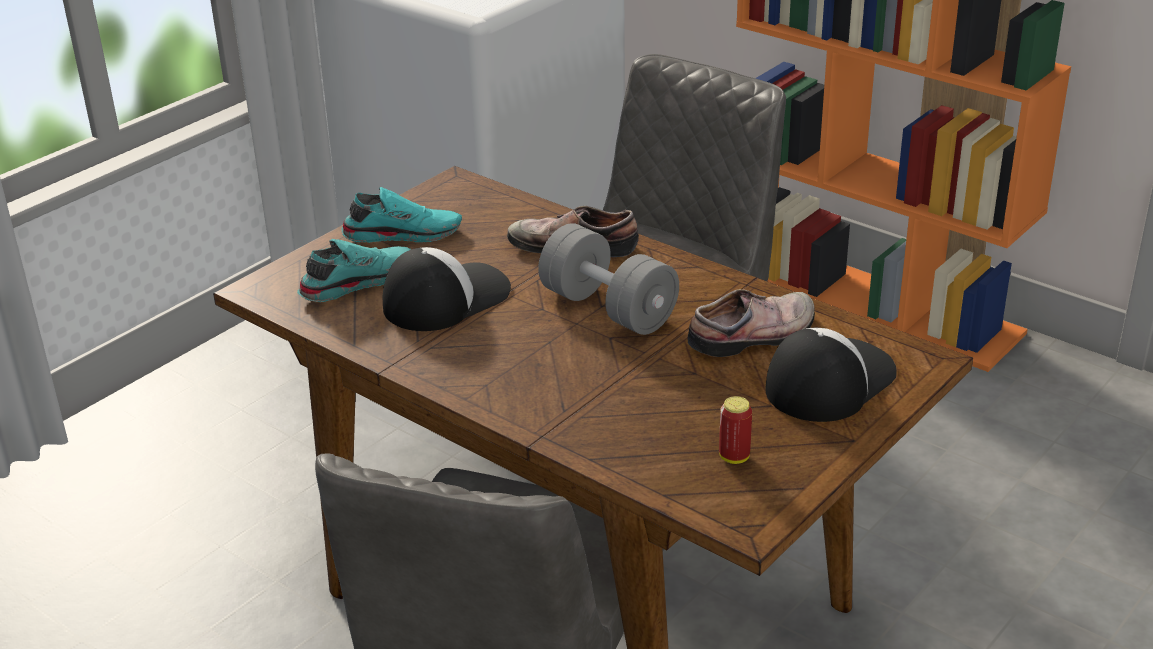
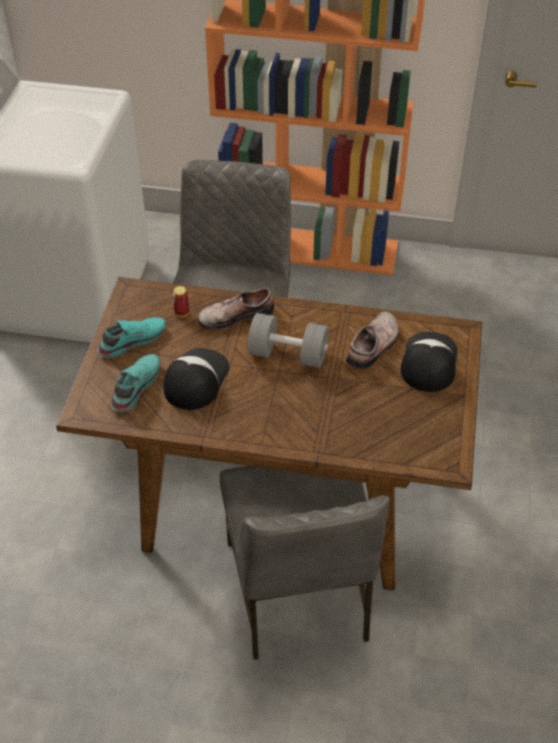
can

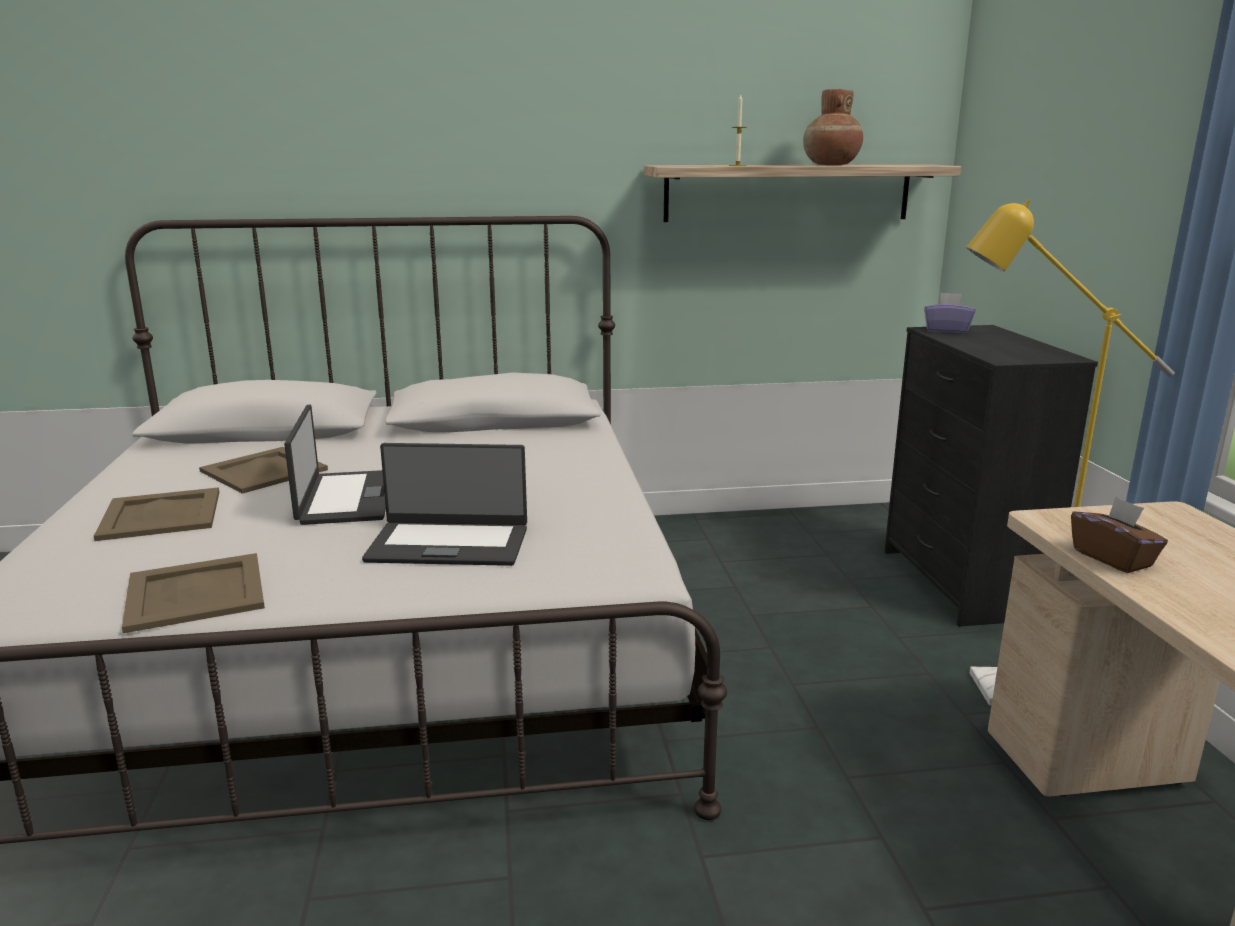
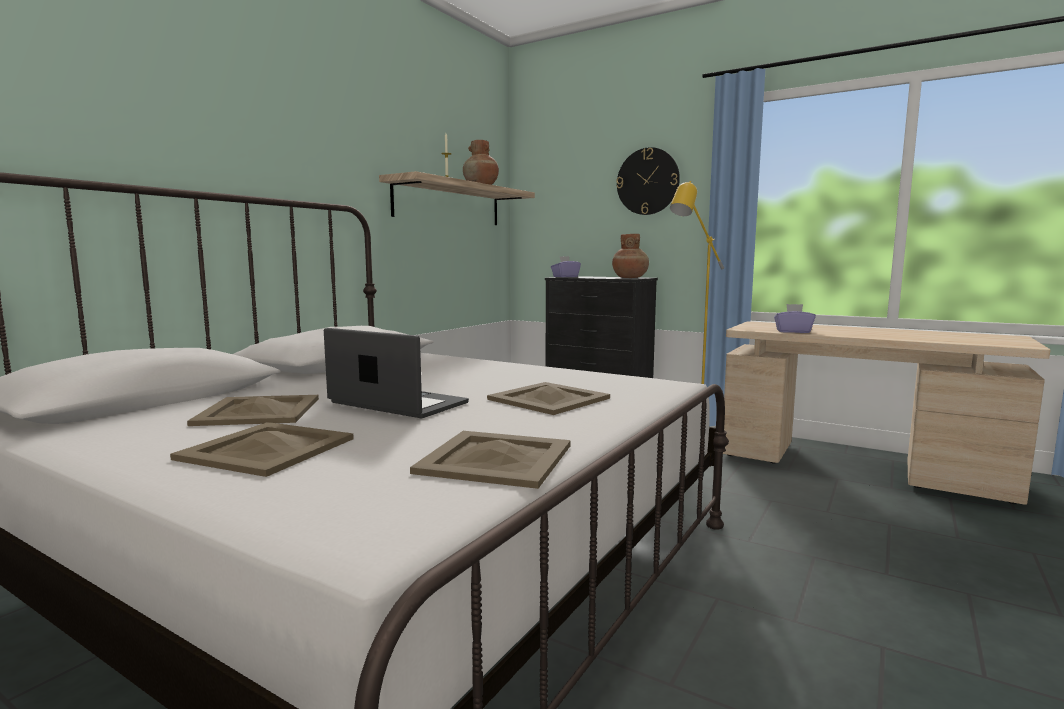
tray (beige) (no. 4 from left); vase (brown) (no. 2 from left); wall clock; tissue box (purple) (no. 2 from left)

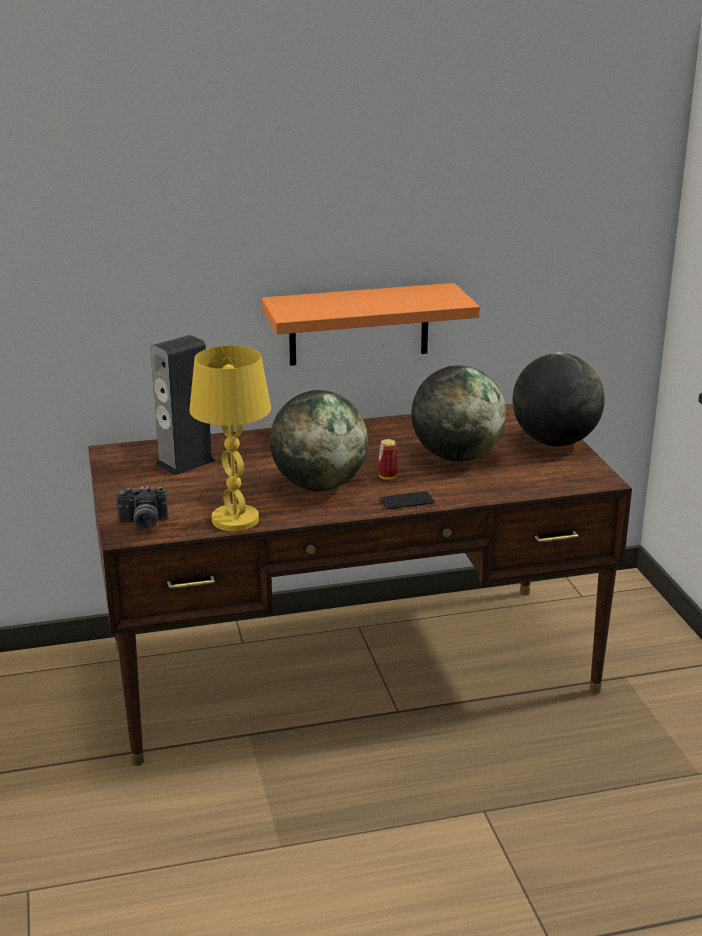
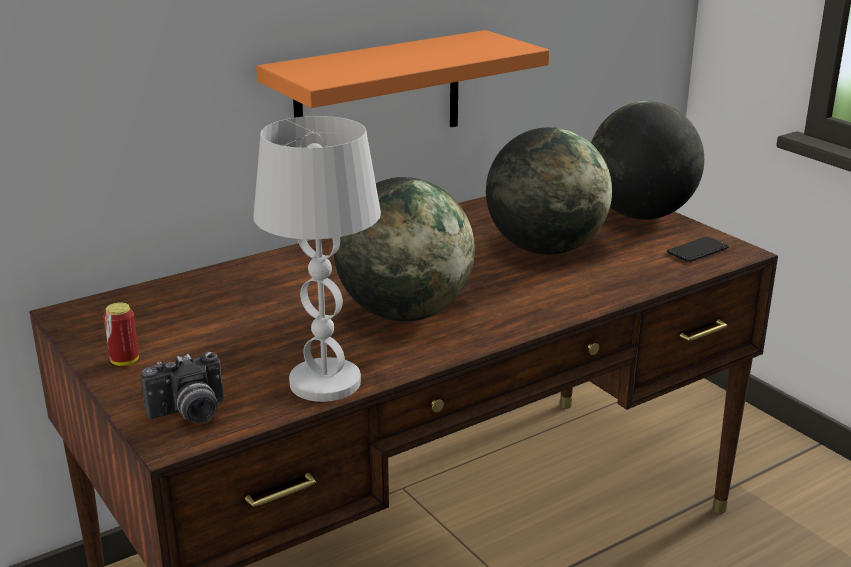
can; table lamp (white); phone; speaker

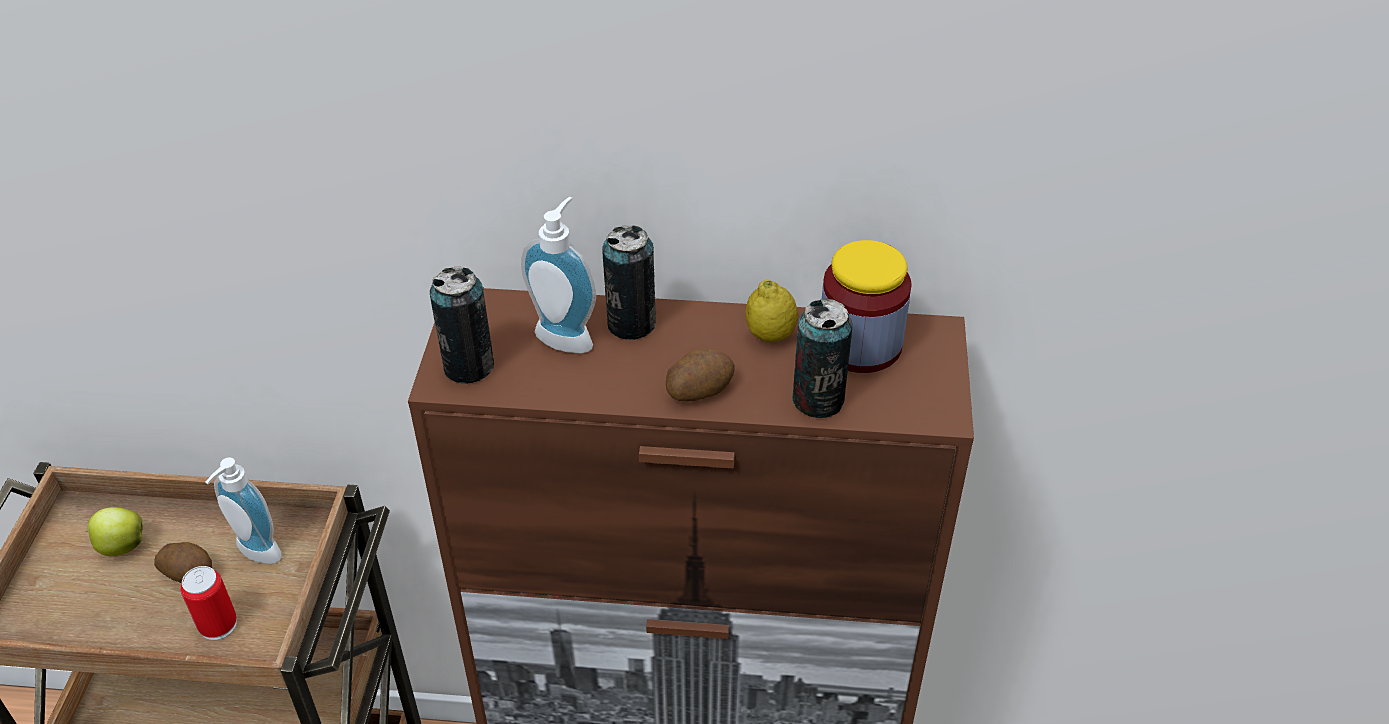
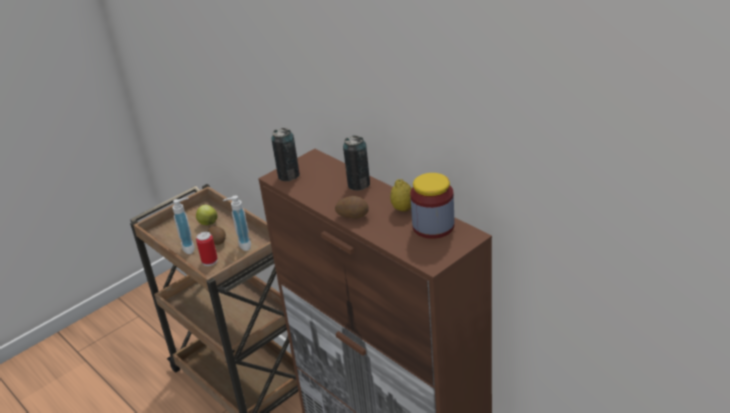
soap dispenser (no. 1 from left); can (no. 4 from left in the first image)

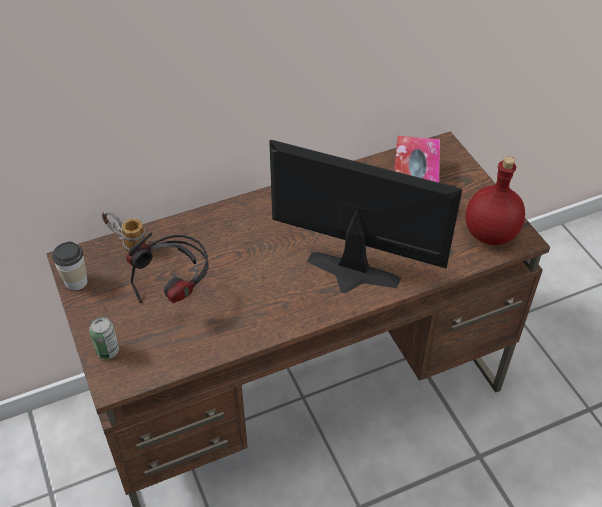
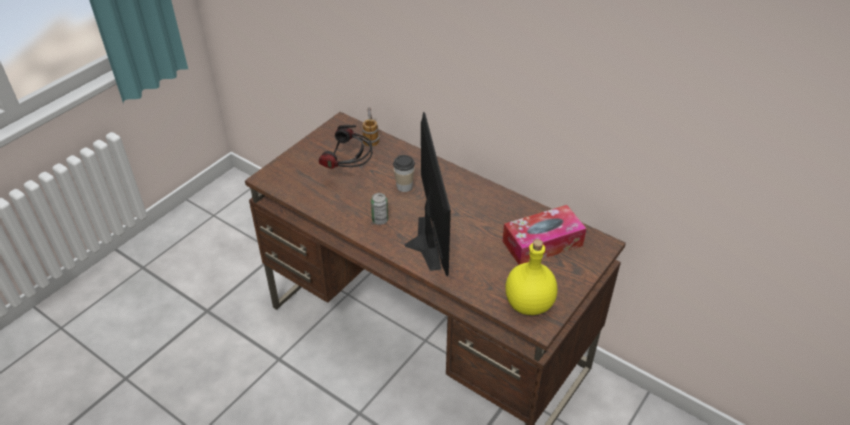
can; cup; bottle (yellow)

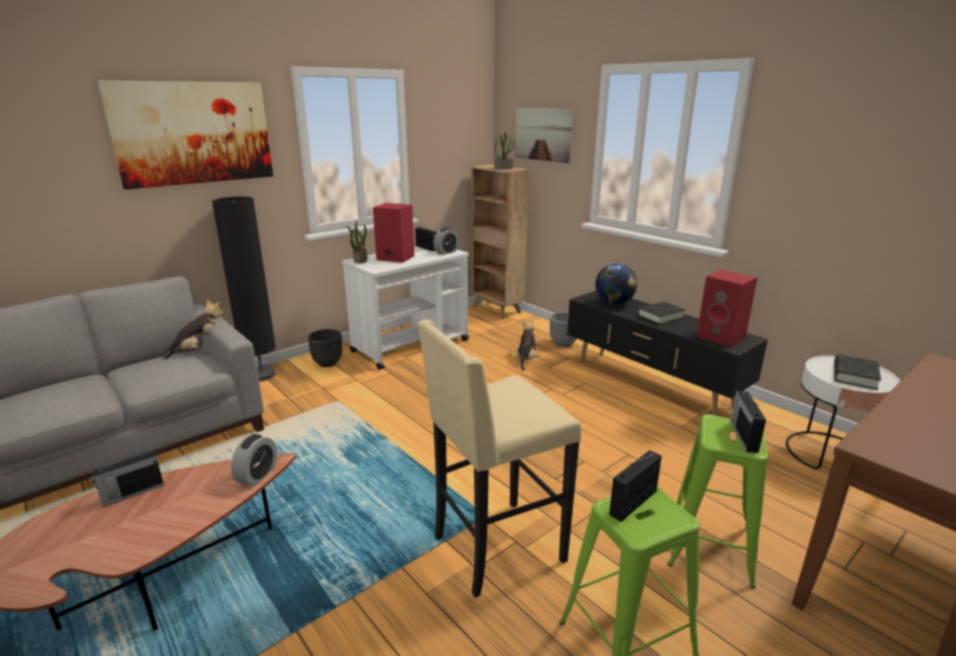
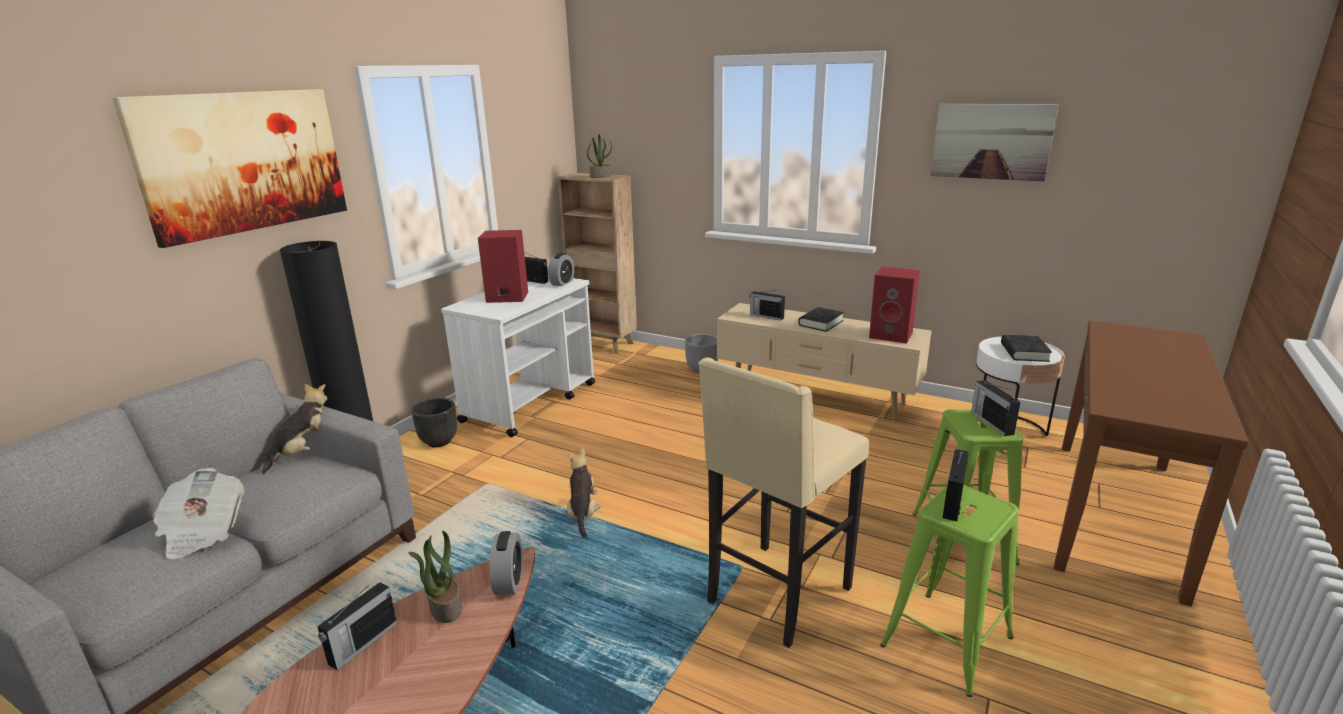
newspaper; potted plant (no. 1 from left); plush toy (no. 2 from left); tv stand (beige); radio (no. 3 from left); picture (no. 2 from left)

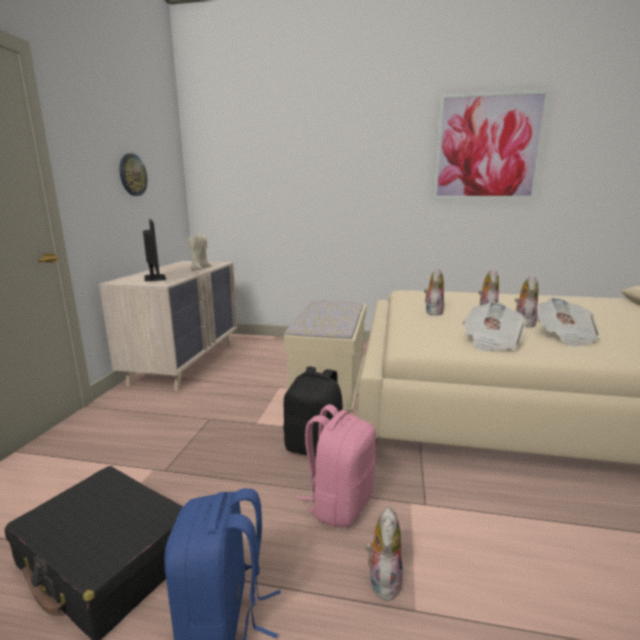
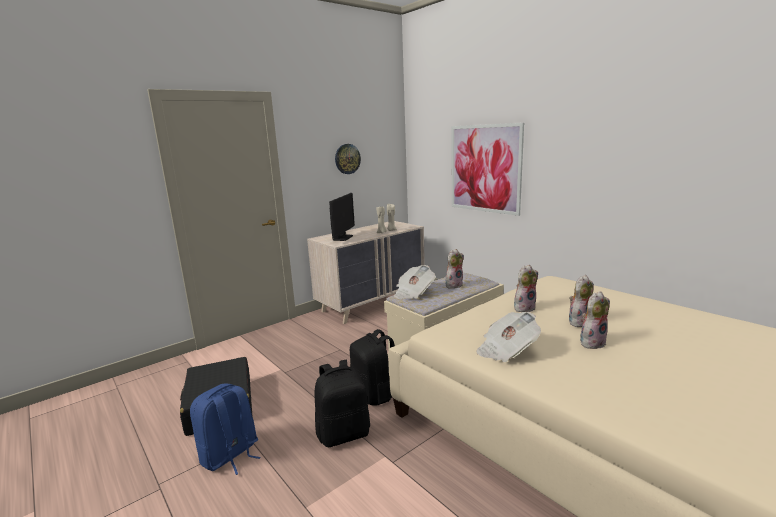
backpack (black) (no. 1 from left); newspaper (no. 1 from left); plush toy (no. 1 from left); picture

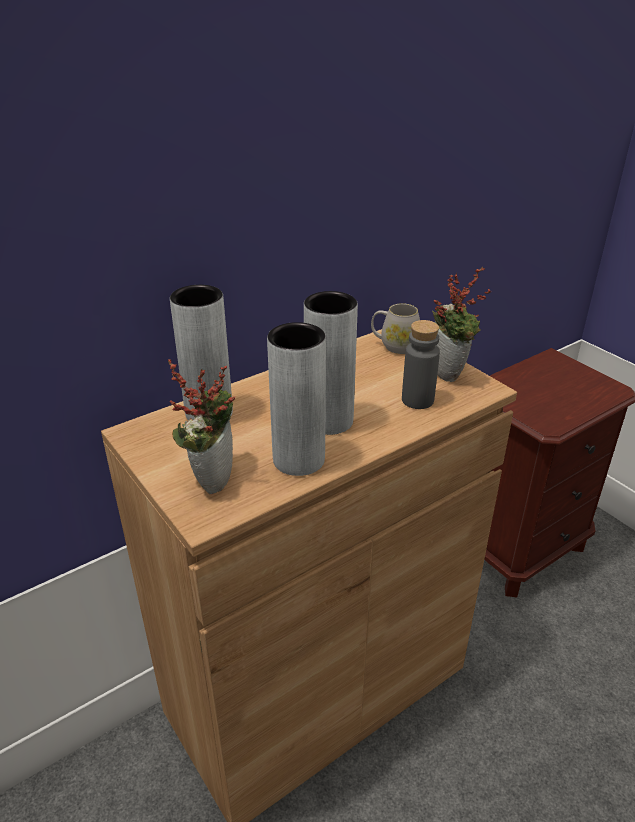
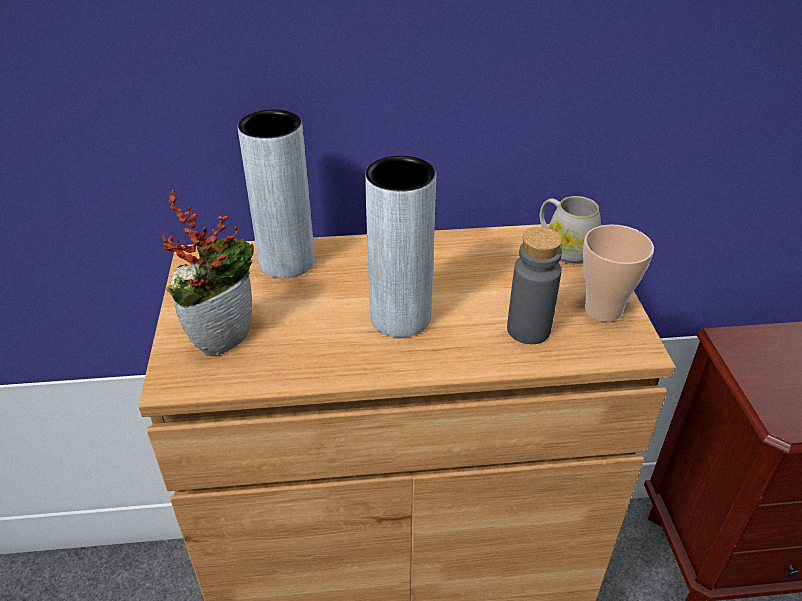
cup; vase (grey) (no. 2 from left in the first image)

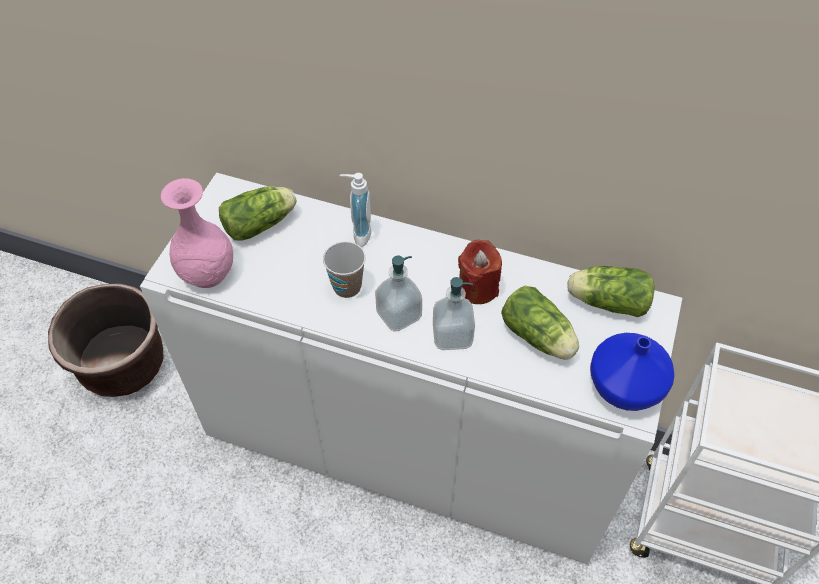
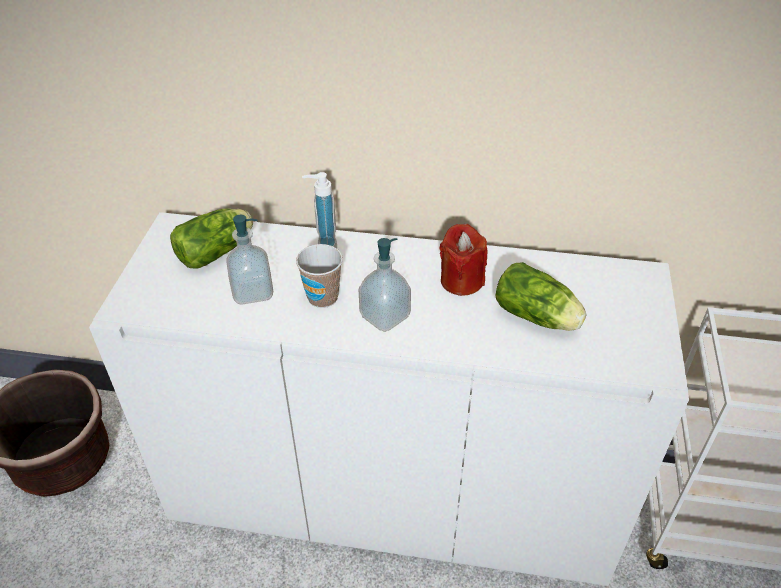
soap dispenser (no. 1 from left); vase (pink); lettuce (no. 3 from left in the first image); vase (blue)

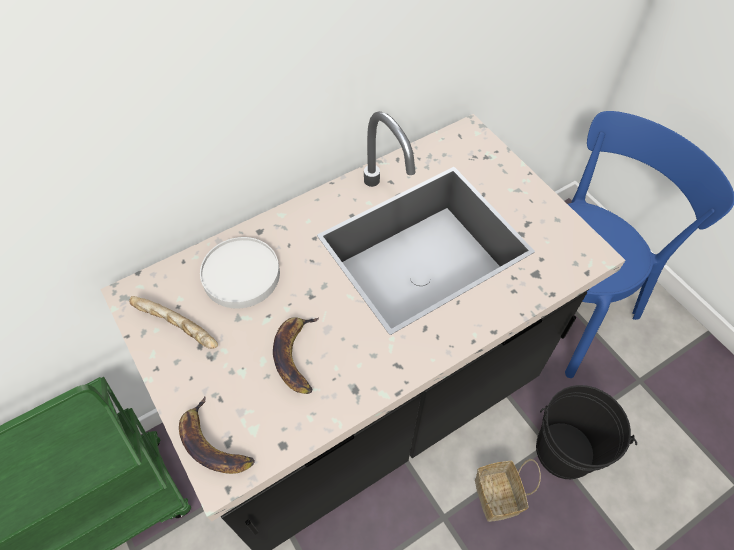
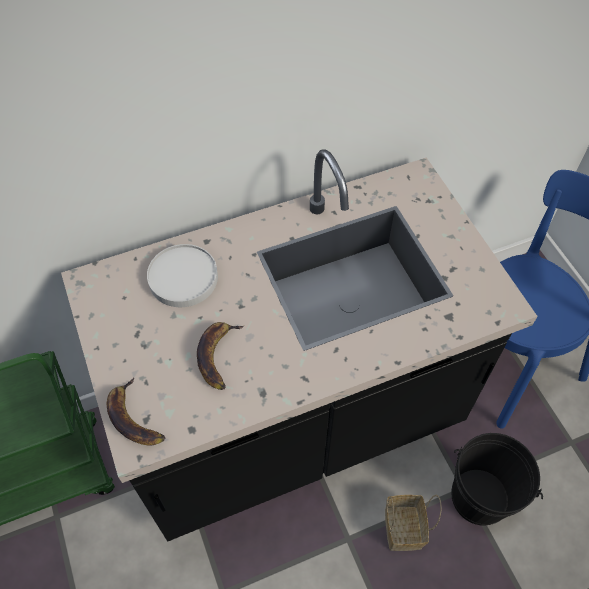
bread

